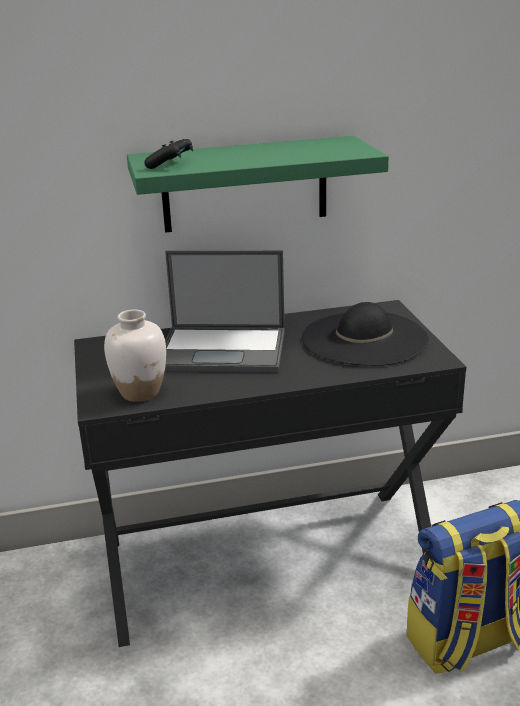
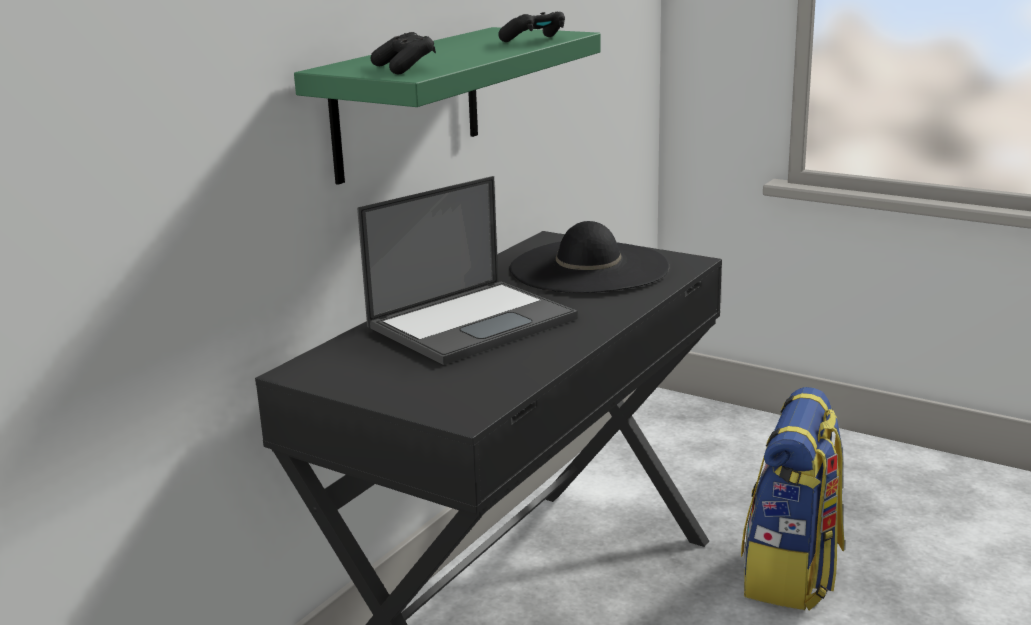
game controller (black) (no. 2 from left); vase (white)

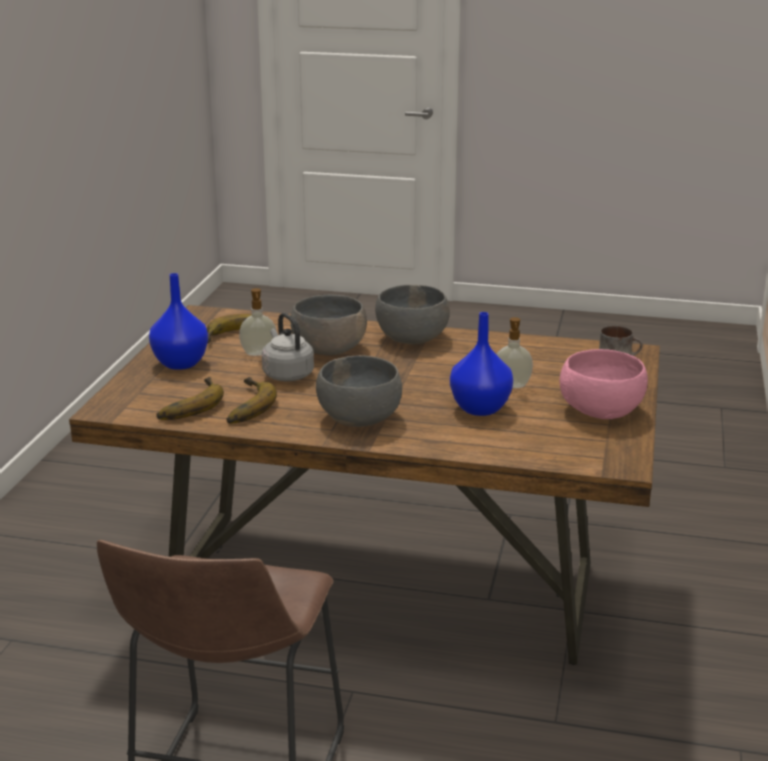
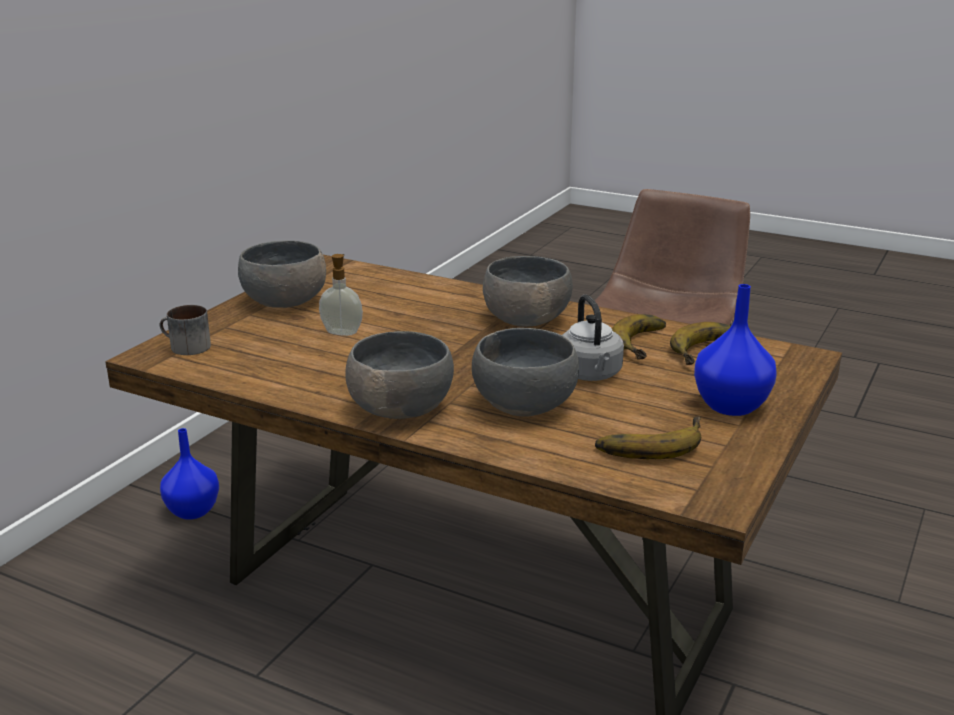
vase (blue) (no. 1 from left); bowl (grey) (no. 1 from left); soap dispenser (no. 1 from left in the first image)

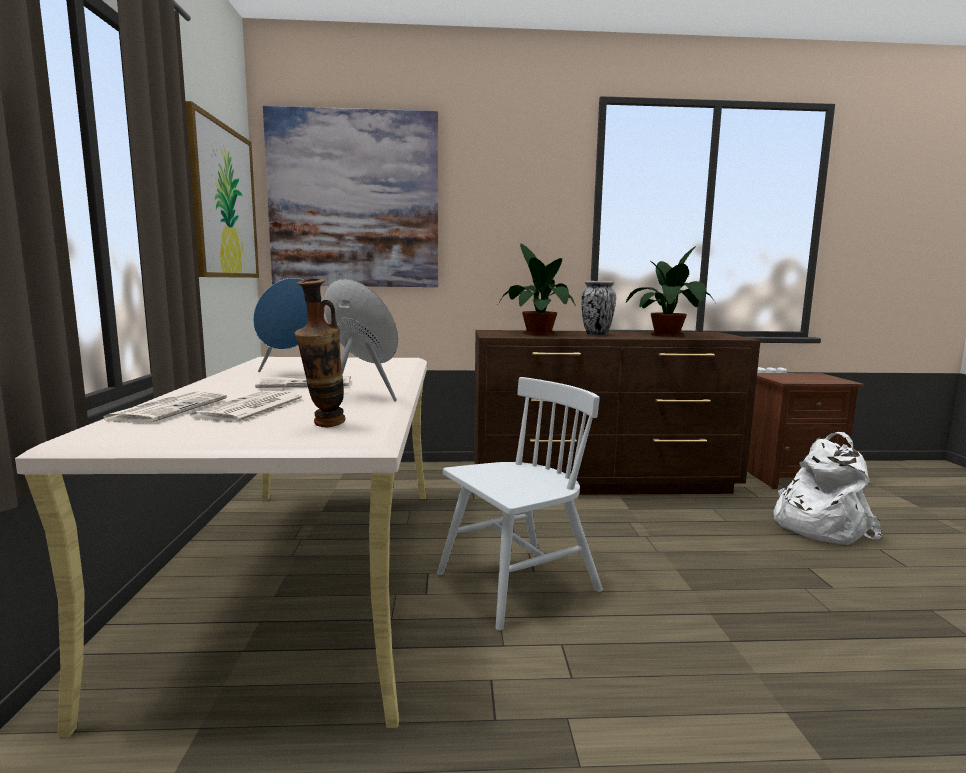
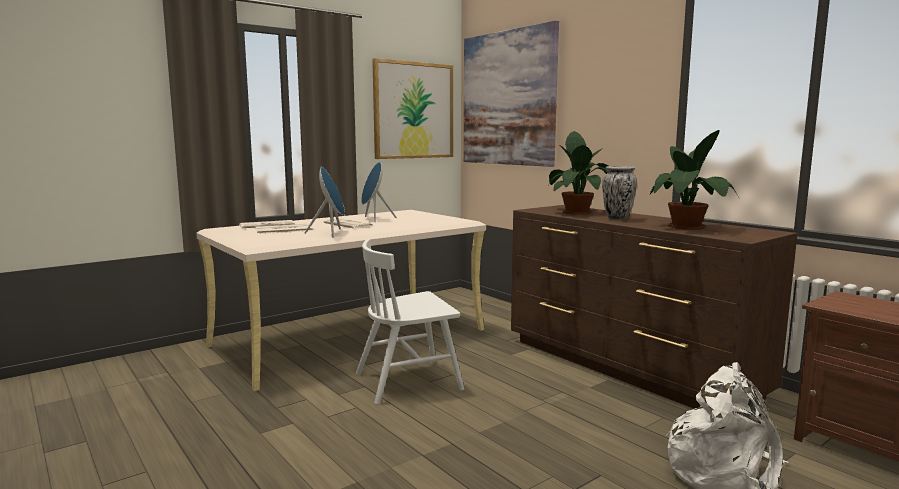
chair (white); vase (no. 1 from left in the first image)

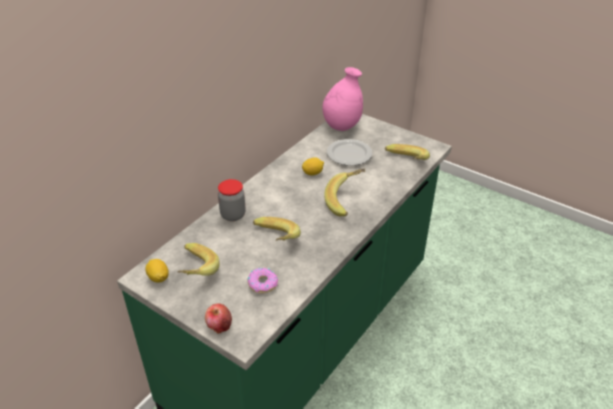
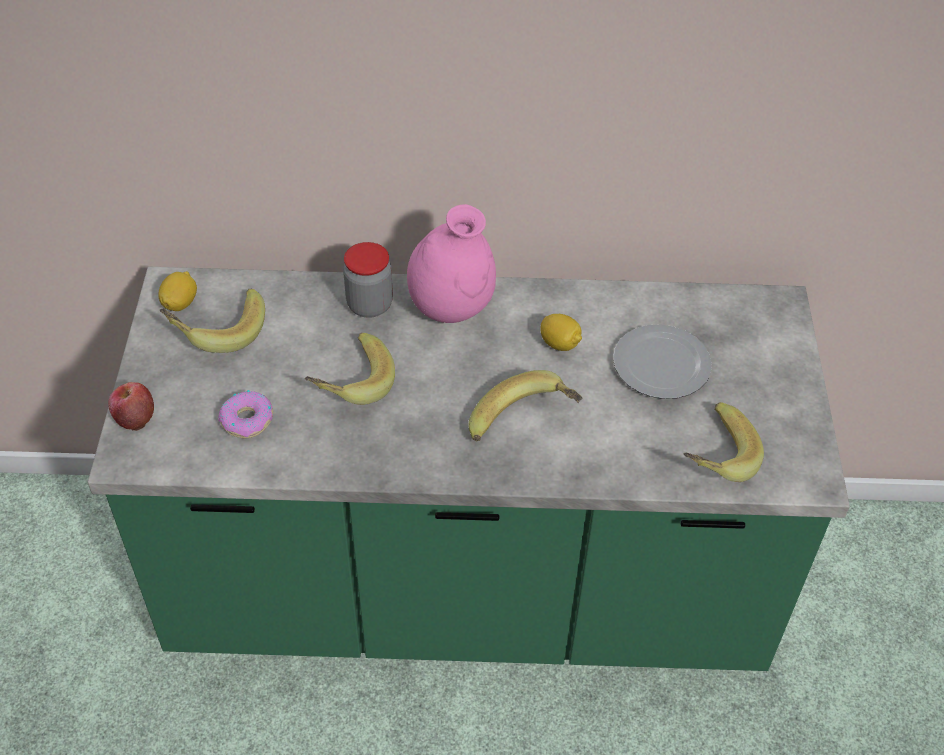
vase (pink)

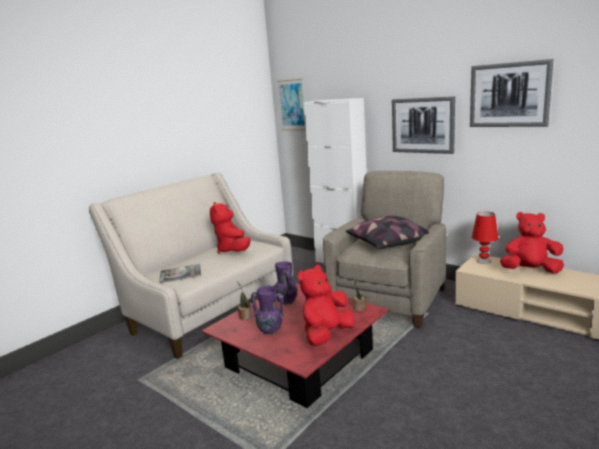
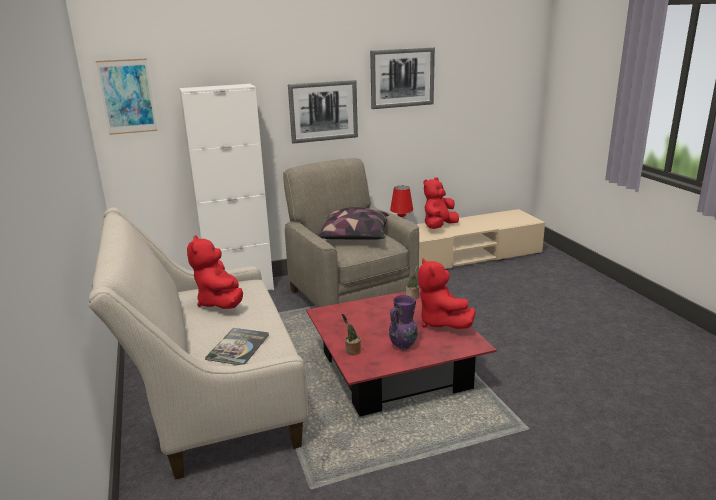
plush toy (red) (no. 1 from left); vase (purple) (no. 2 from left in the first image)

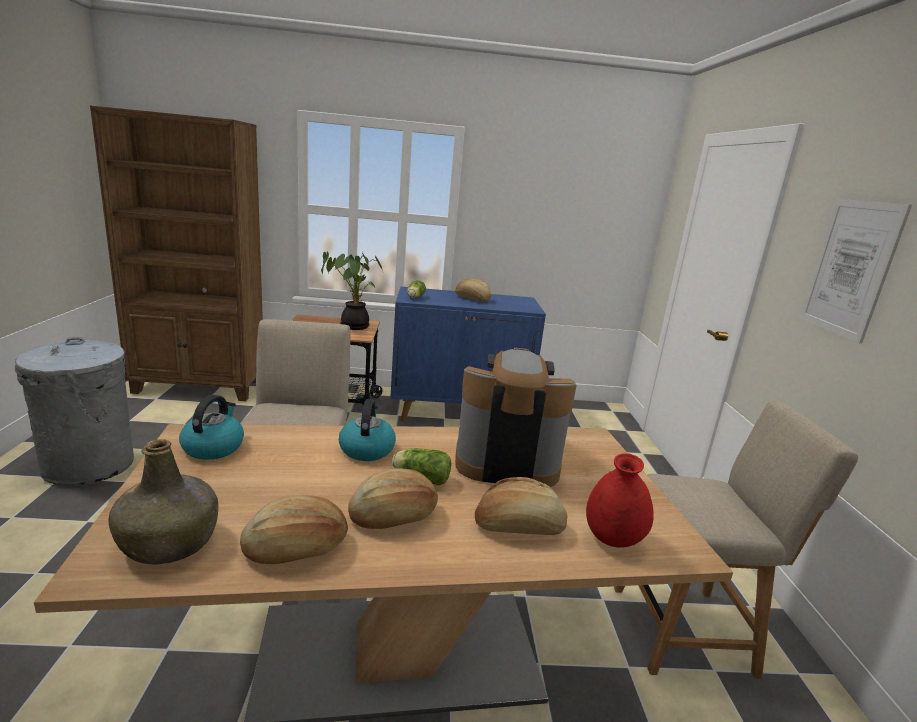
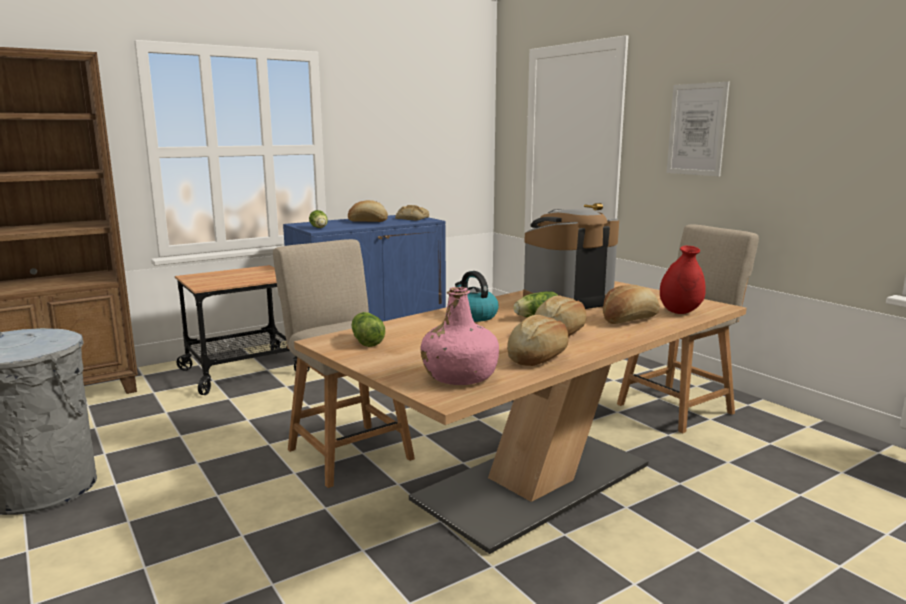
lettuce (no. 2 from left); bread (no. 2 from left); bottle (pink); potted plant

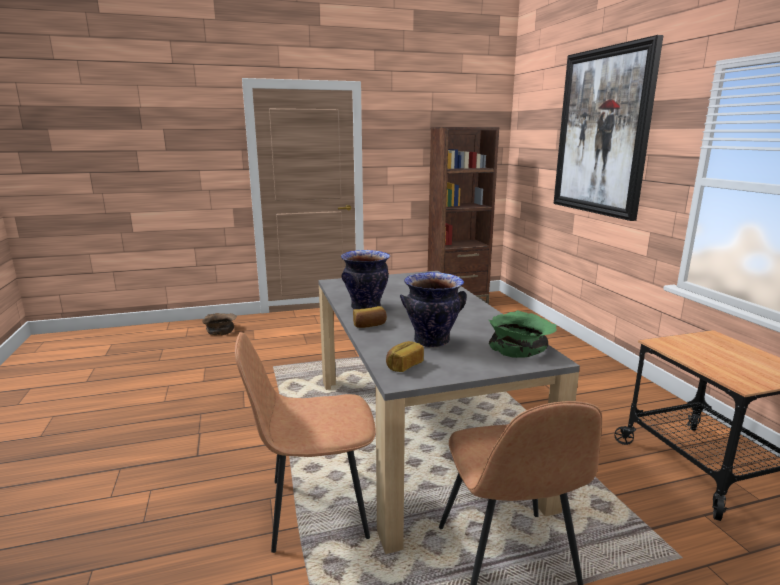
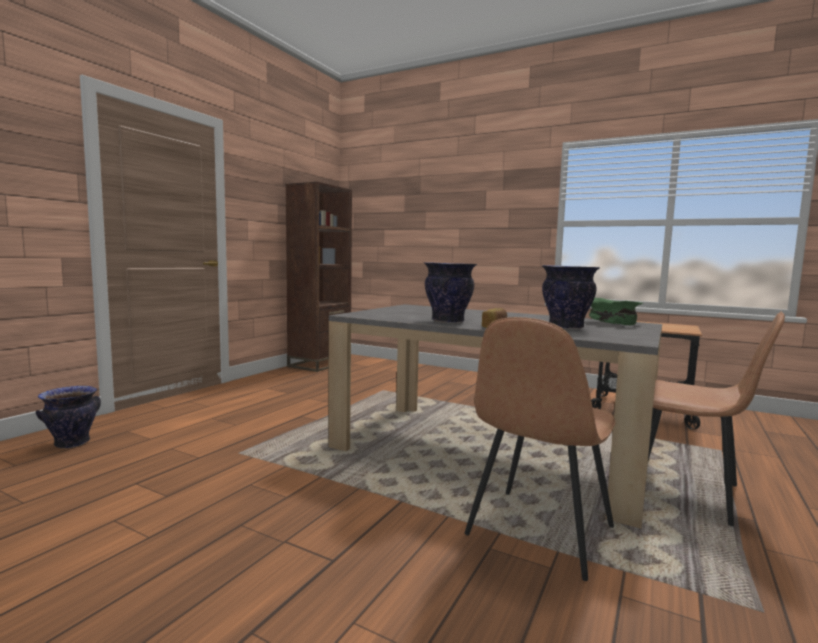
vase (no. 1 from left); bread (no. 2 from left in the first image); picture

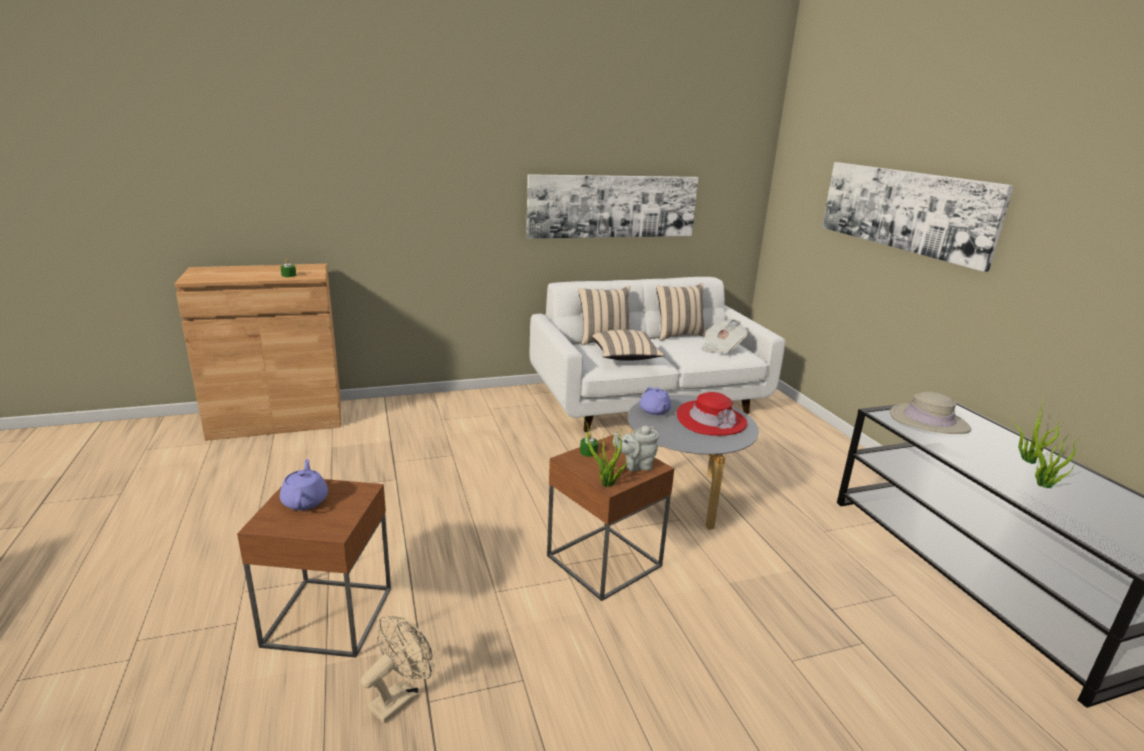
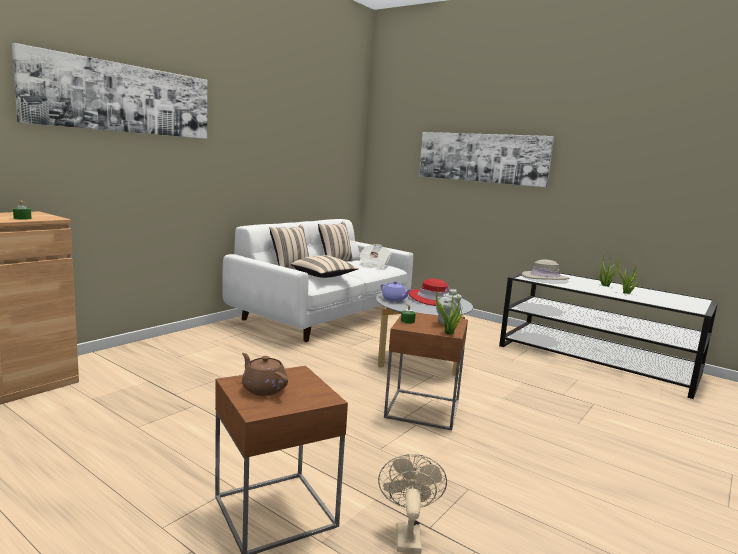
picture (no. 1 from left); teapot (brown)

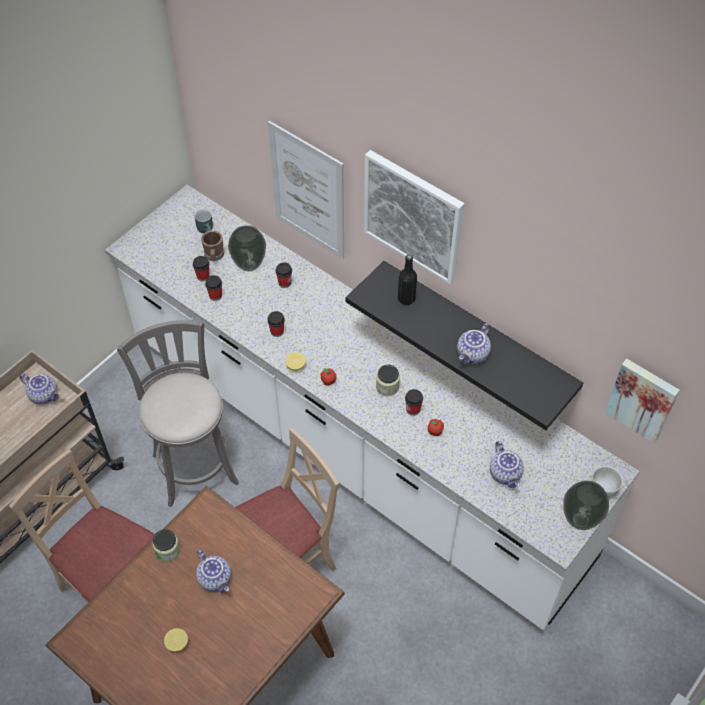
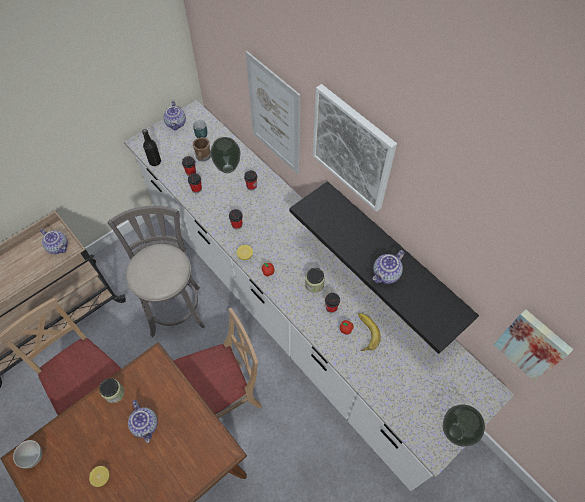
bowl (white); bottle (black); teapot (no. 3 from left); banana

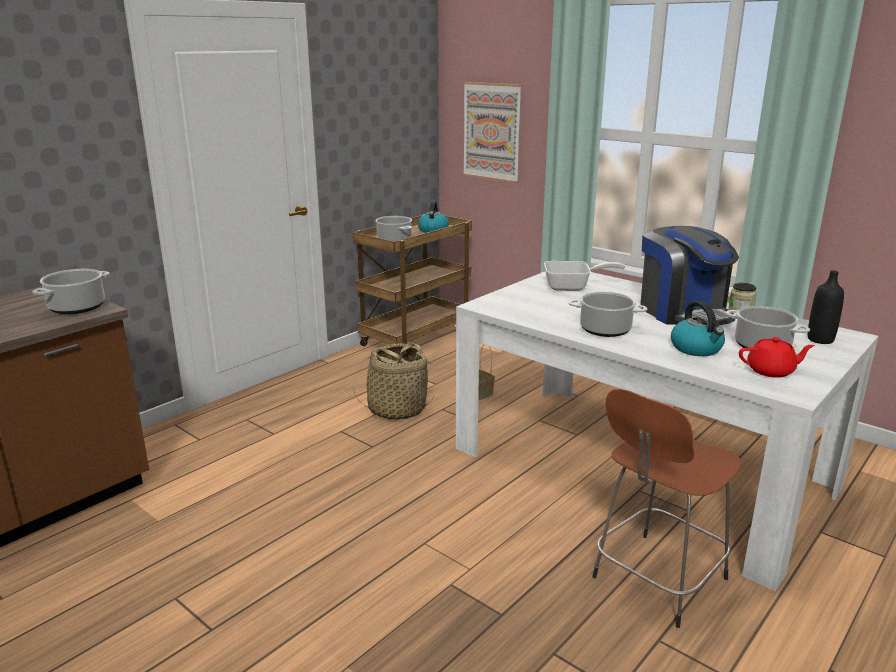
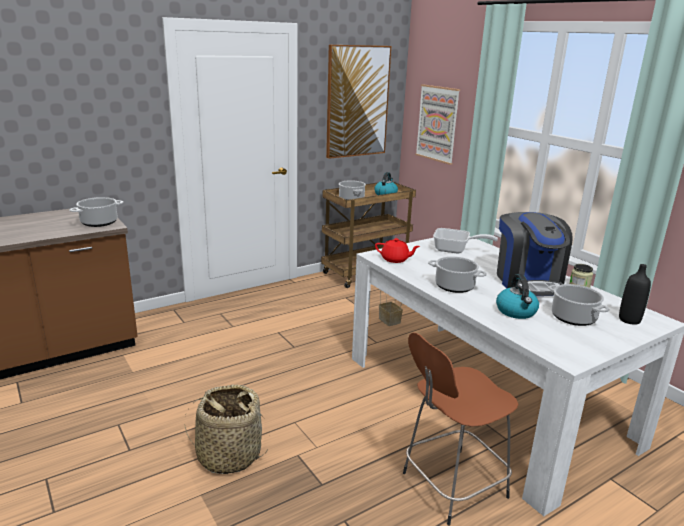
basket (no. 1 from left); picture (no. 1 from left); teapot (red)

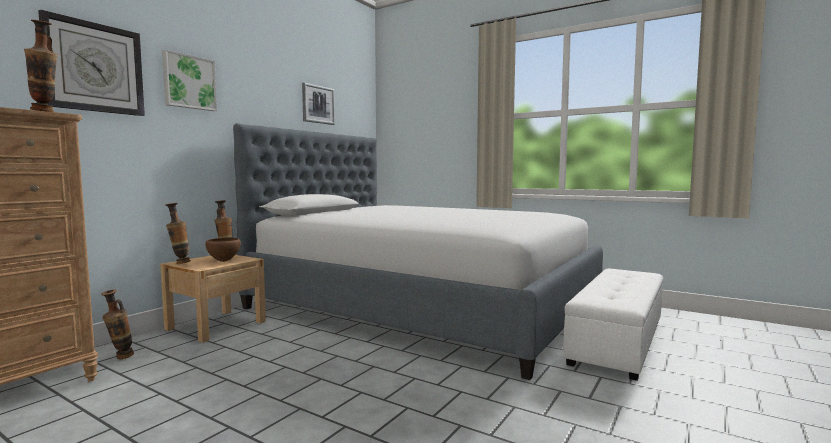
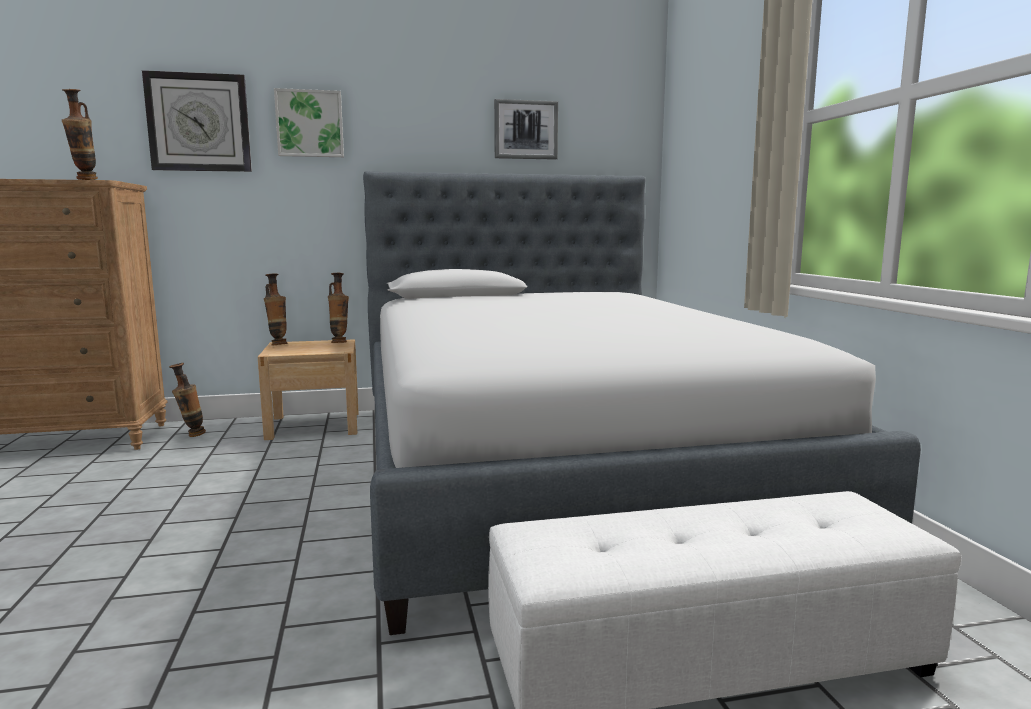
bowl (brown)

